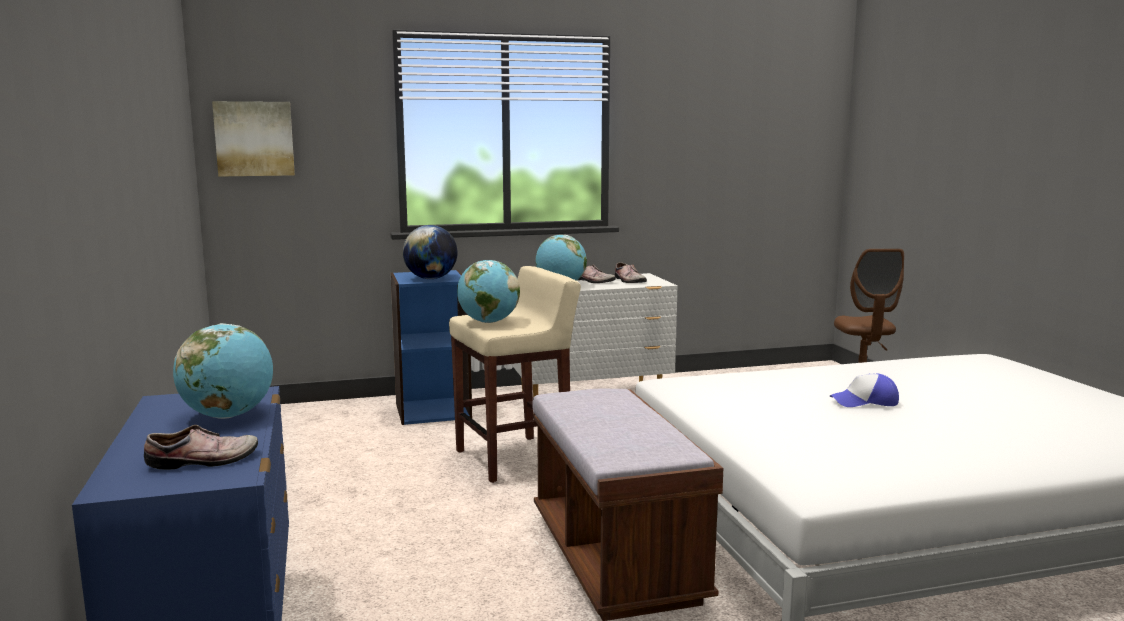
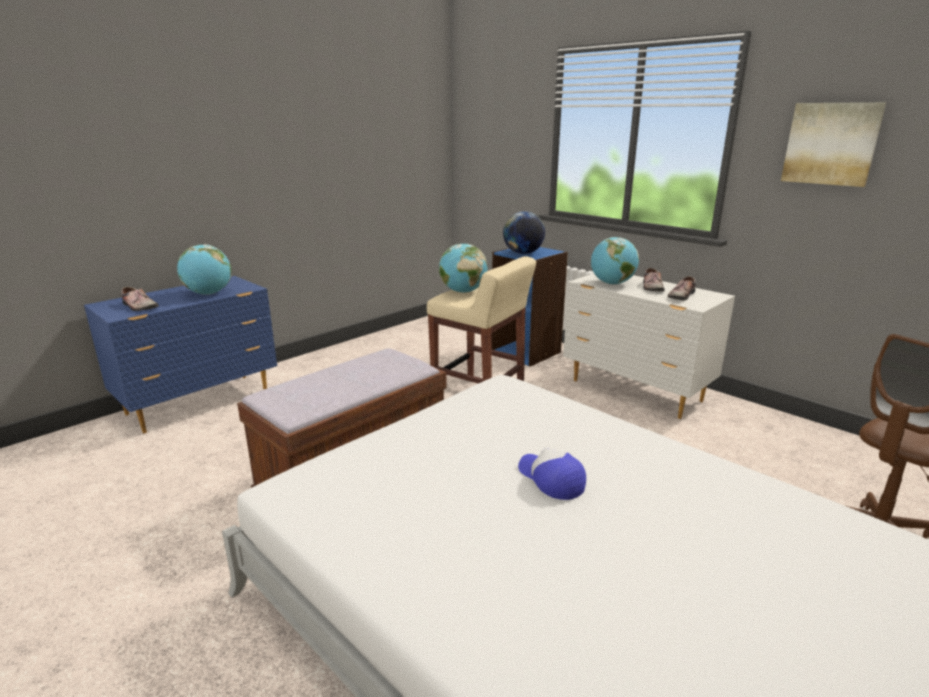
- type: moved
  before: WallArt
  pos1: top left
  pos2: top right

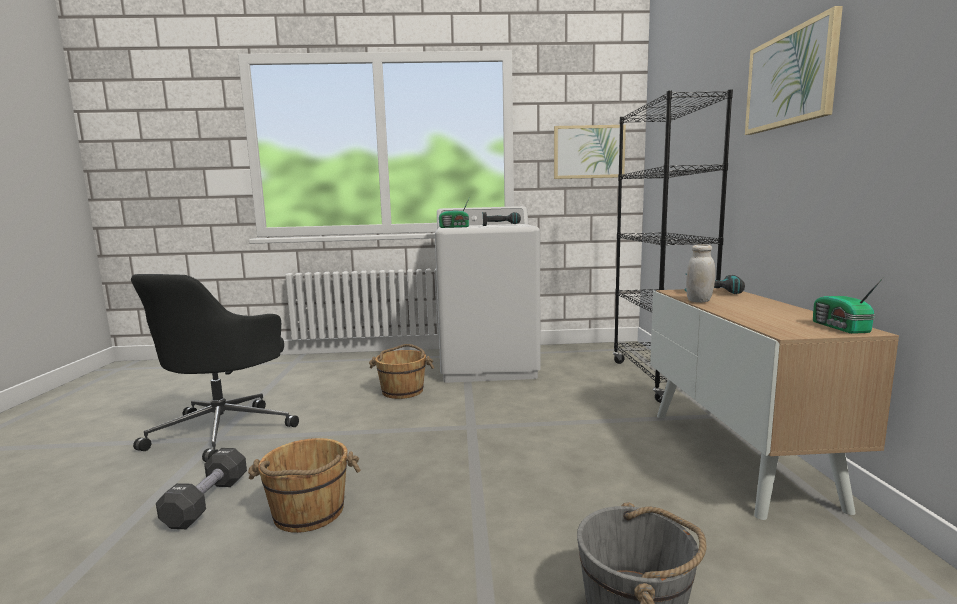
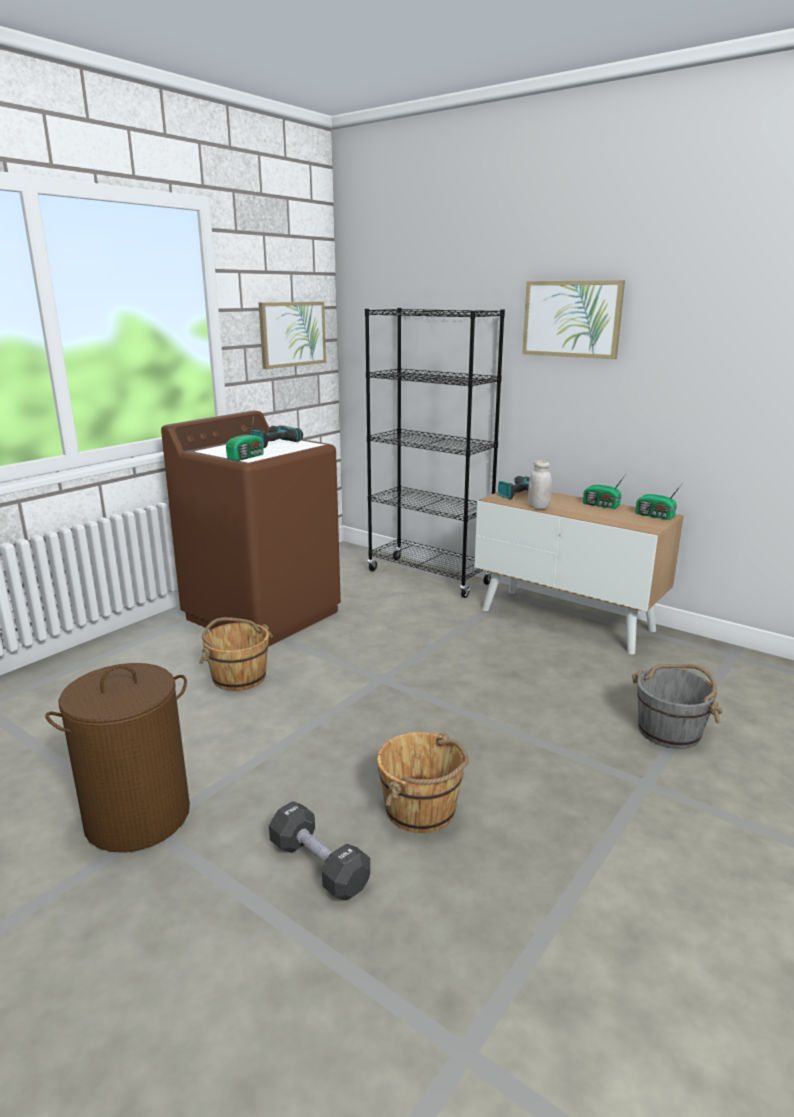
- type: recoloured
  before: WhiteLaundryAppliance
  after: BrownishLaundryAppliance
  pos1: centre
  pos2: middle left
- type: replaced
  before: BlackComputerChair
  after: BrownishWashingBasket
  pos1: middle left
  pos2: bottom left
- type: added
  after: RadioSet (2nd from left)
  pos2: middle right

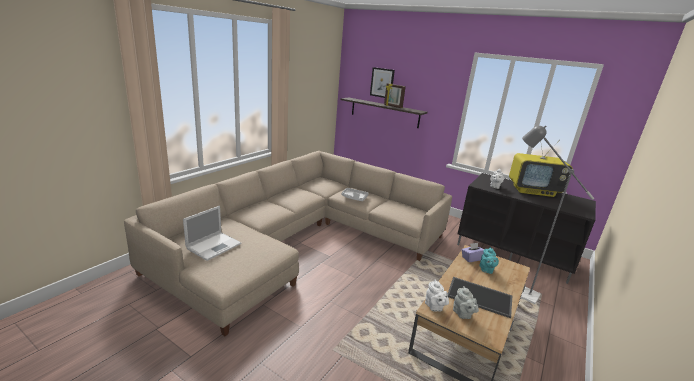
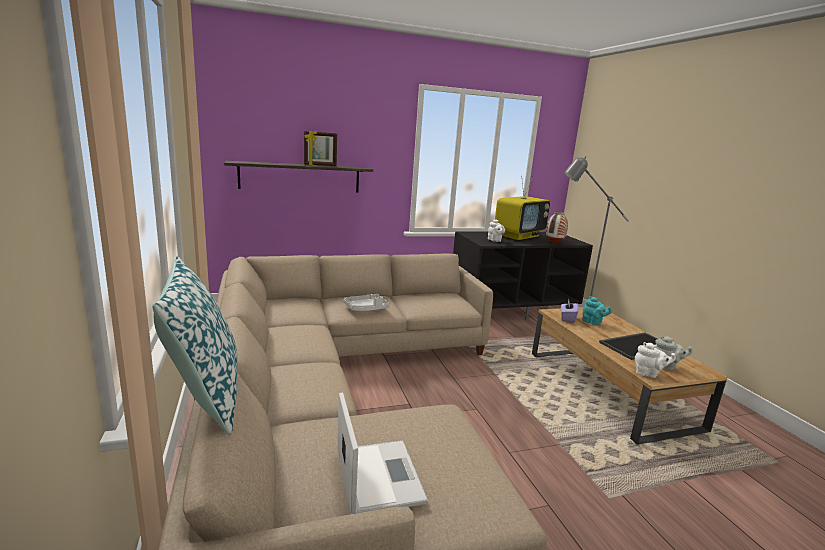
- type: removed
  before: WallArt
  pos1: top centre
- type: added
  after: Vase
  pos2: middle right
- type: added
  after: ThrowPillow
  pos2: middle left

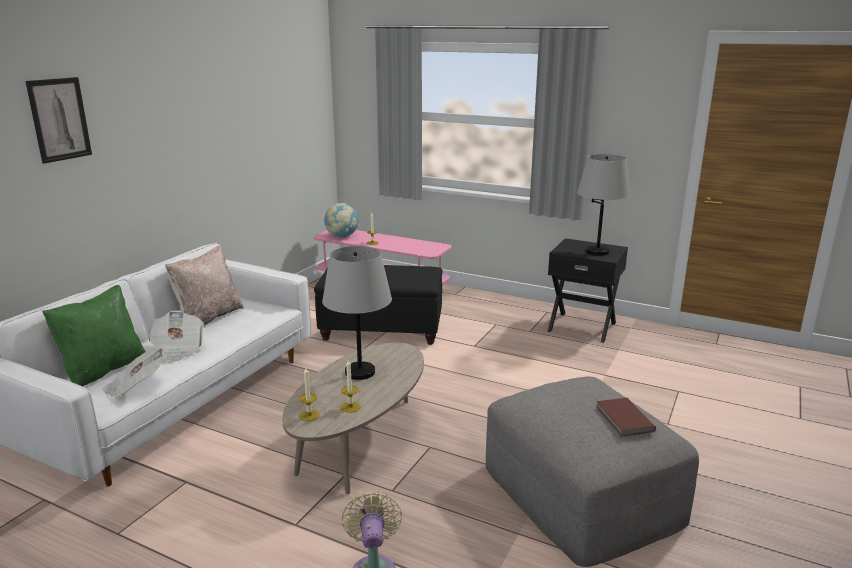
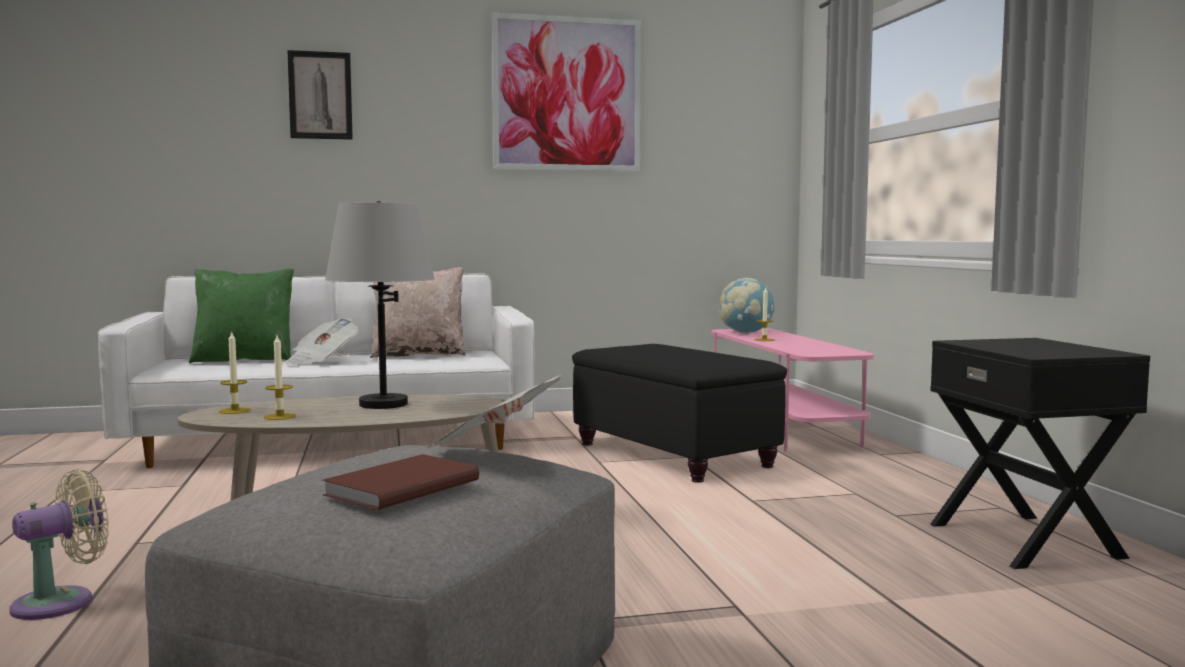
- type: removed
  before: GreyTableLamp (2nd from left)
  pos1: middle right
- type: moved
  before: DailyPaper (1st from left in the first image)
  after: DailyPaper (2nd from left)
  pos1: middle left
  pos2: centre
- type: added
  after: WallArt (2nd from left)
  pos2: top centre

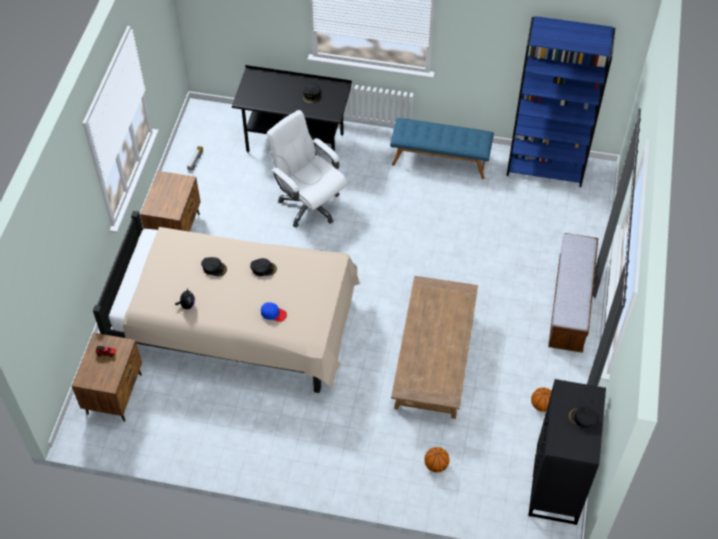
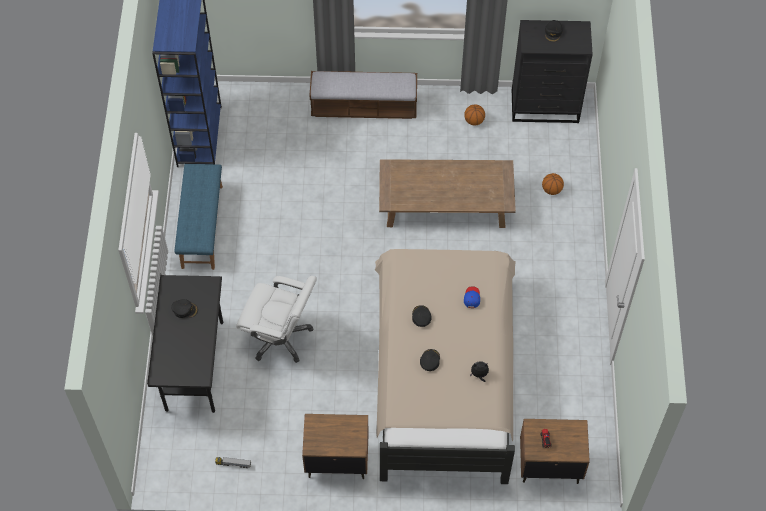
- type: turned
  before: WhiteComputerChair
  pos1: top centre
  pos2: centre
  turn: -105

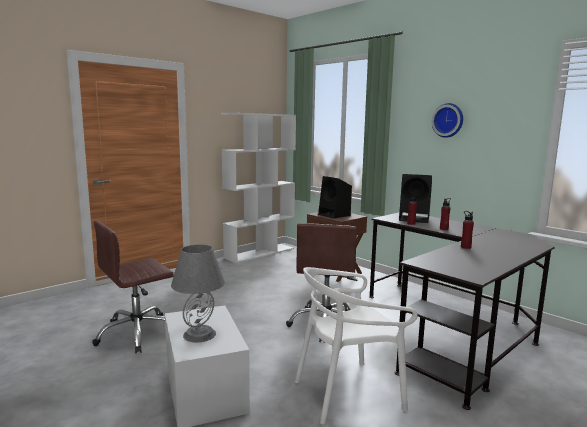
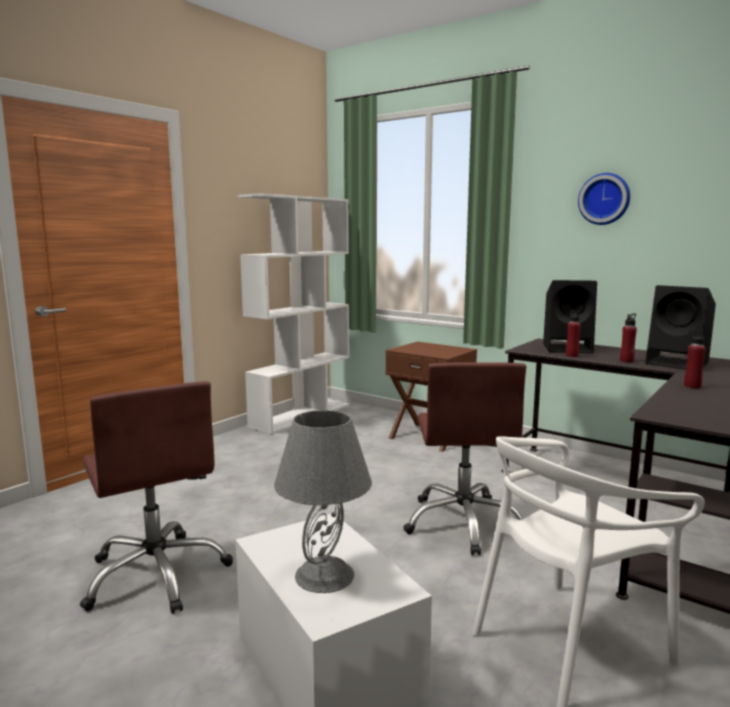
- type: moved
  before: BlackSpeaker (1st from left in the first image)
  after: BlackSpeaker (2nd from left)
  pos1: centre
  pos2: middle right
- type: turned
  before: BrownishComputerChair (1st from left)
  pos1: bottom left
  pos2: bottom left
  turn: -75

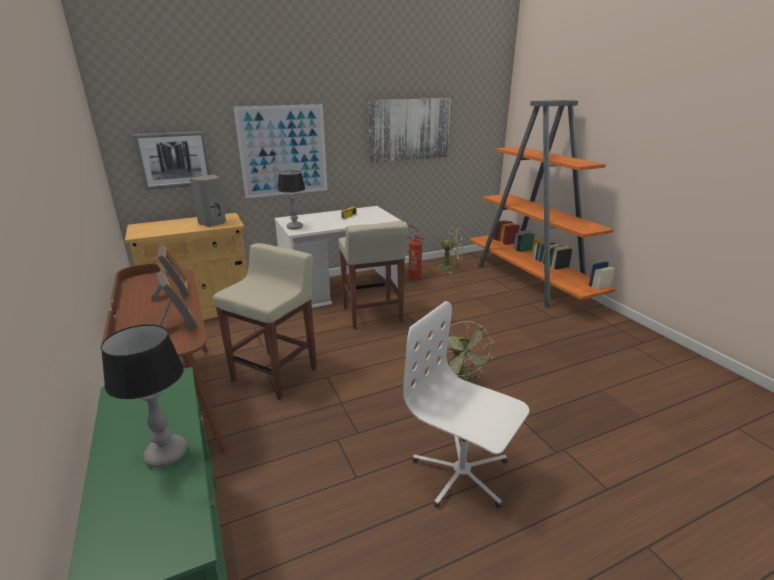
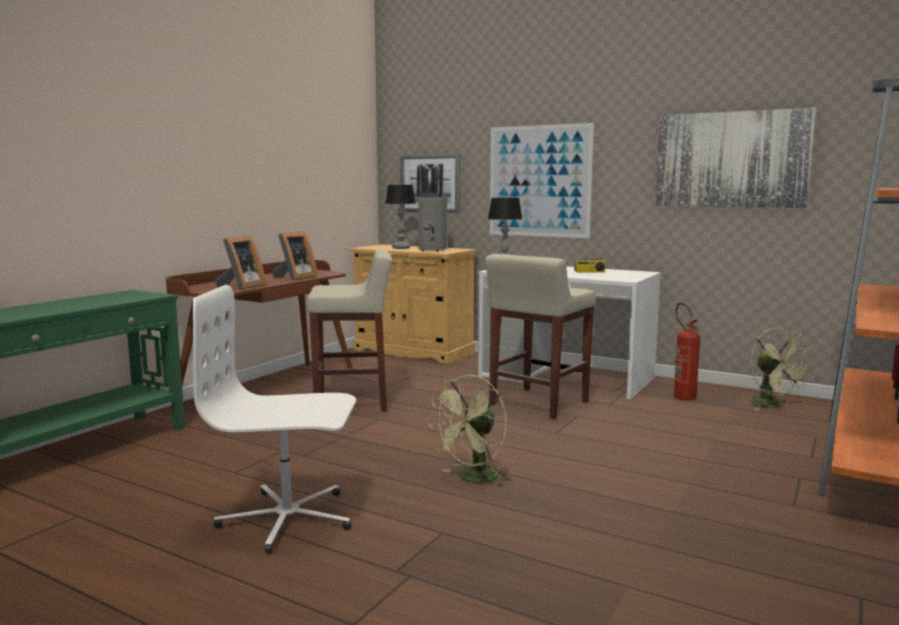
- type: turned
  before: WhiteComputerChair
  pos1: bottom centre
  pos2: bottom left
  turn: -90
- type: moved
  before: TableLamp (1st from left)
  pos1: bottom left
  pos2: centre

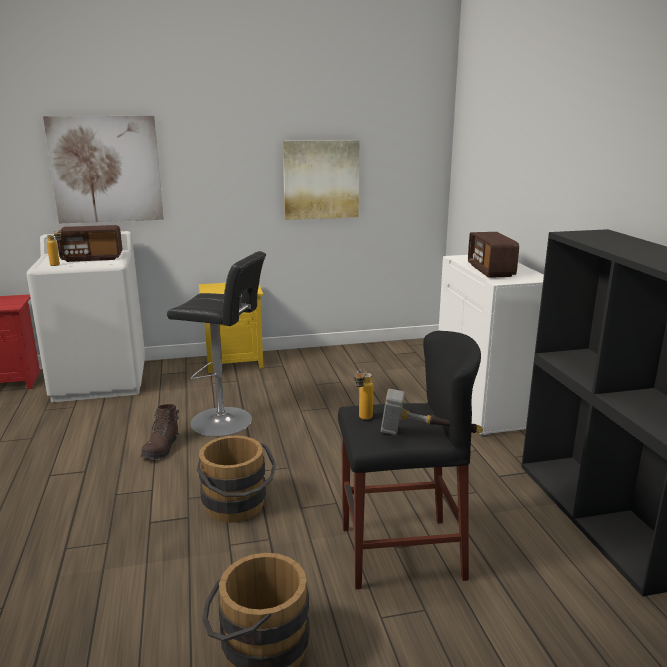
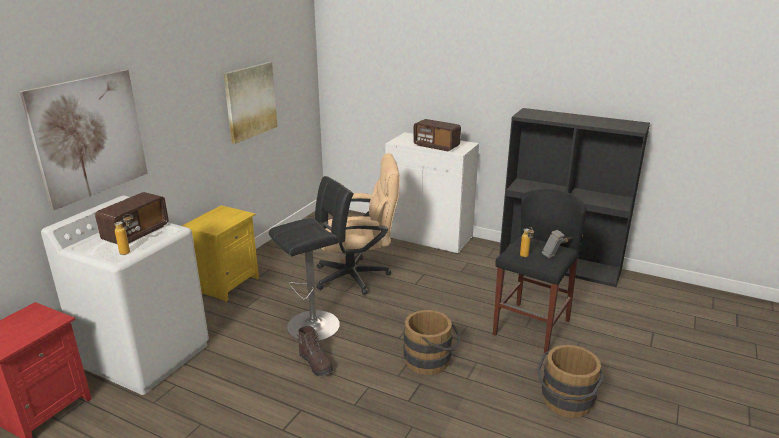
- type: added
  after: BeigeComputerChair
  pos2: centre

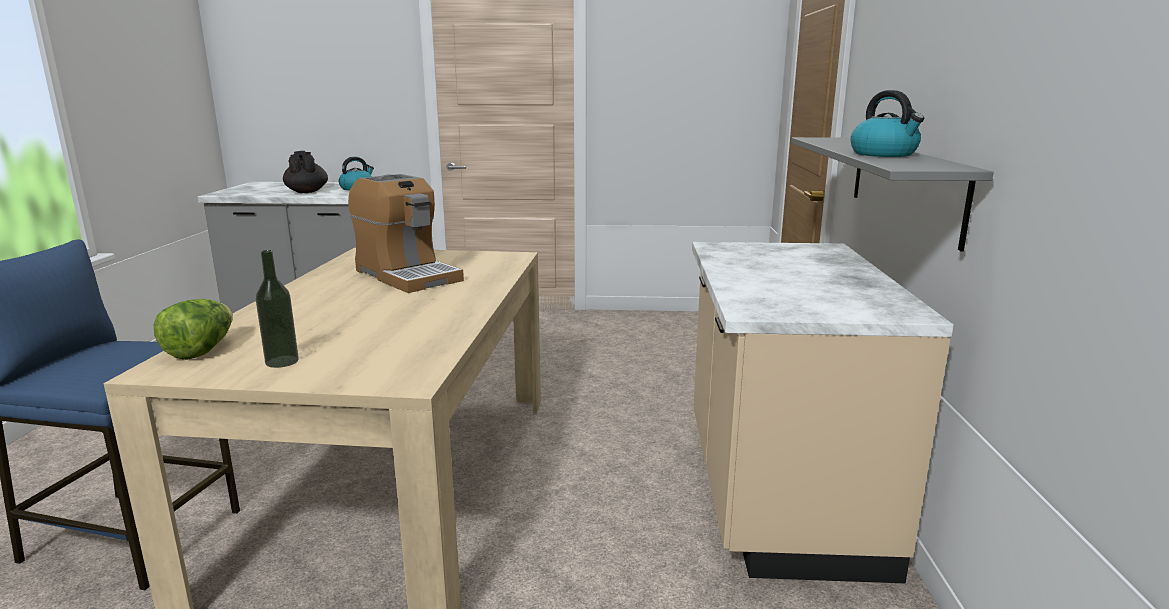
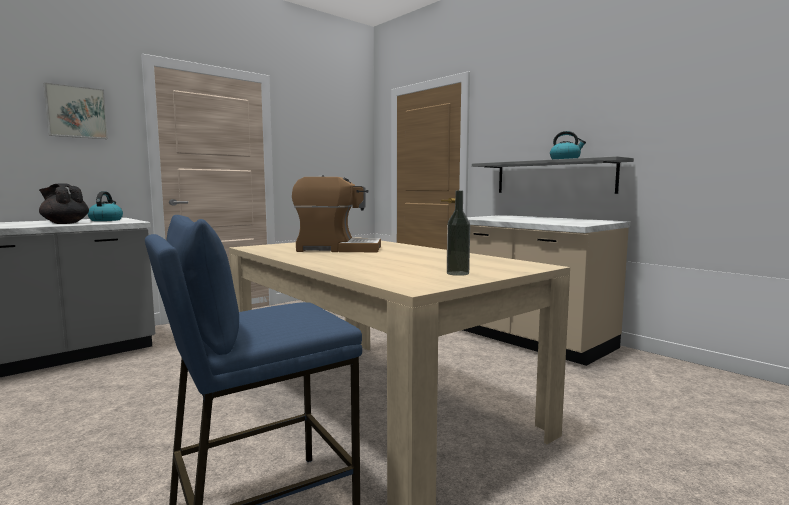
- type: removed
  before: Lettuce
  pos1: middle left
- type: added
  after: WallArt
  pos2: top left

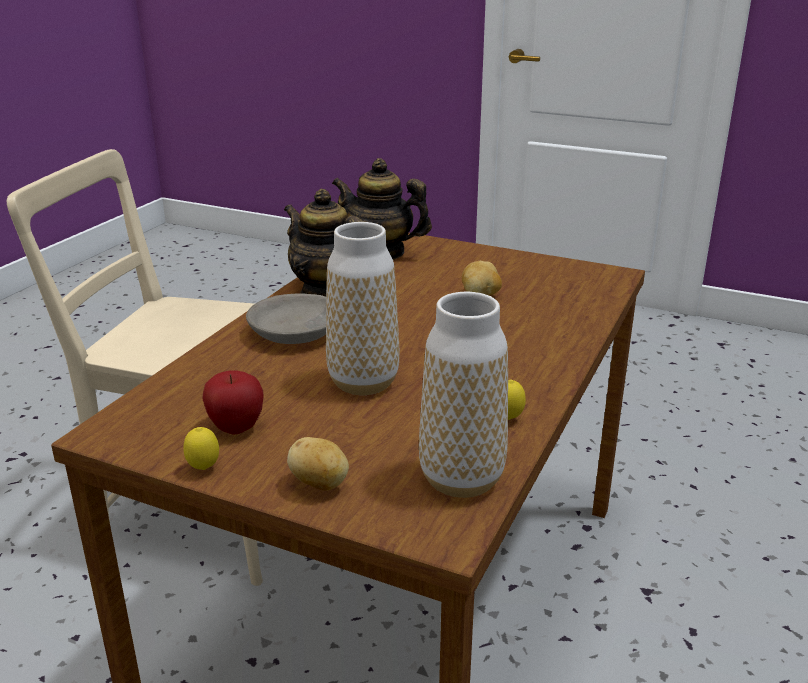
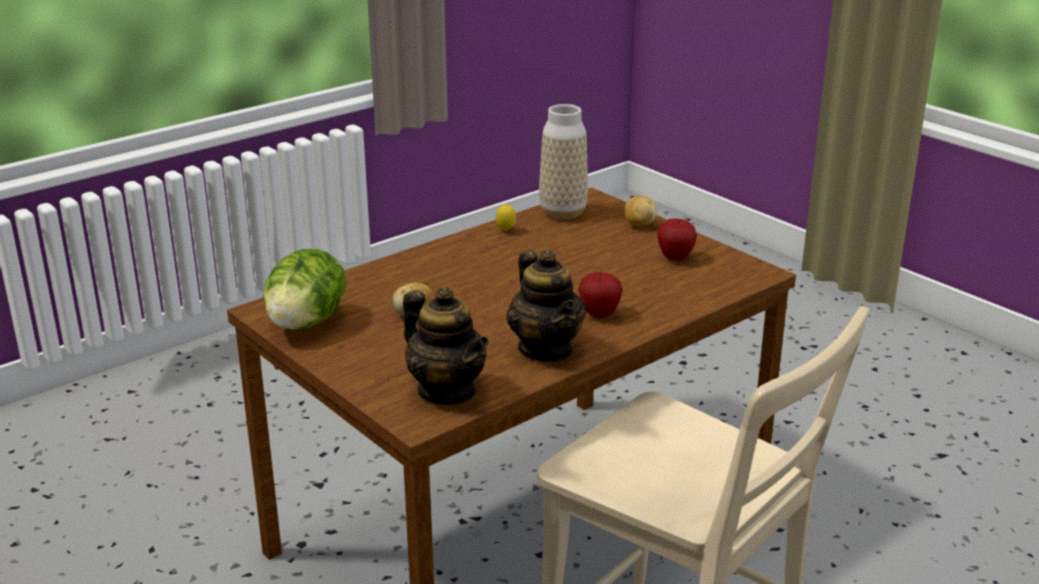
- type: removed
  before: Vase (1st from left)
  pos1: centre
- type: replaced
  before: GreyDeepDish
  after: WholeApple (1st from left)
  pos1: centre
  pos2: centre
- type: removed
  before: CitrusFruit (1st from left)
  pos1: middle left
- type: added
  after: Lettuce
  pos2: middle left

